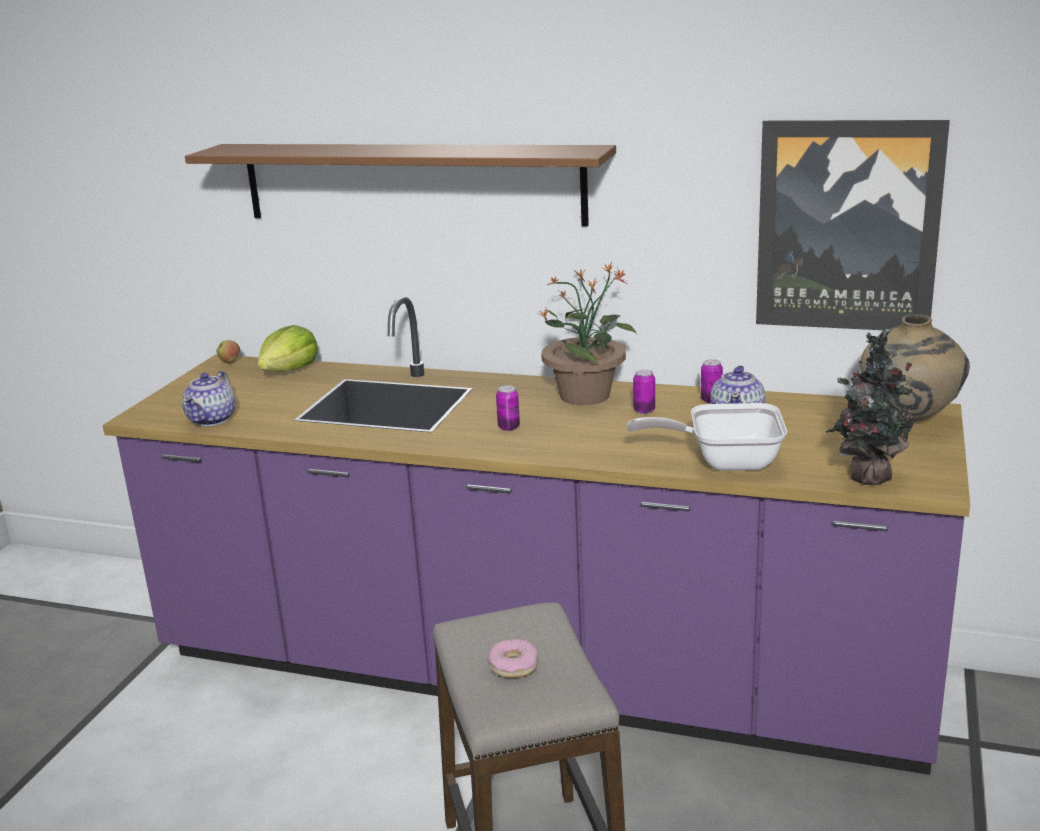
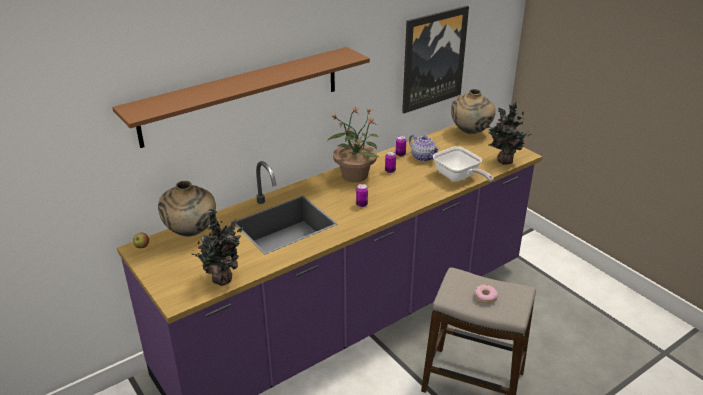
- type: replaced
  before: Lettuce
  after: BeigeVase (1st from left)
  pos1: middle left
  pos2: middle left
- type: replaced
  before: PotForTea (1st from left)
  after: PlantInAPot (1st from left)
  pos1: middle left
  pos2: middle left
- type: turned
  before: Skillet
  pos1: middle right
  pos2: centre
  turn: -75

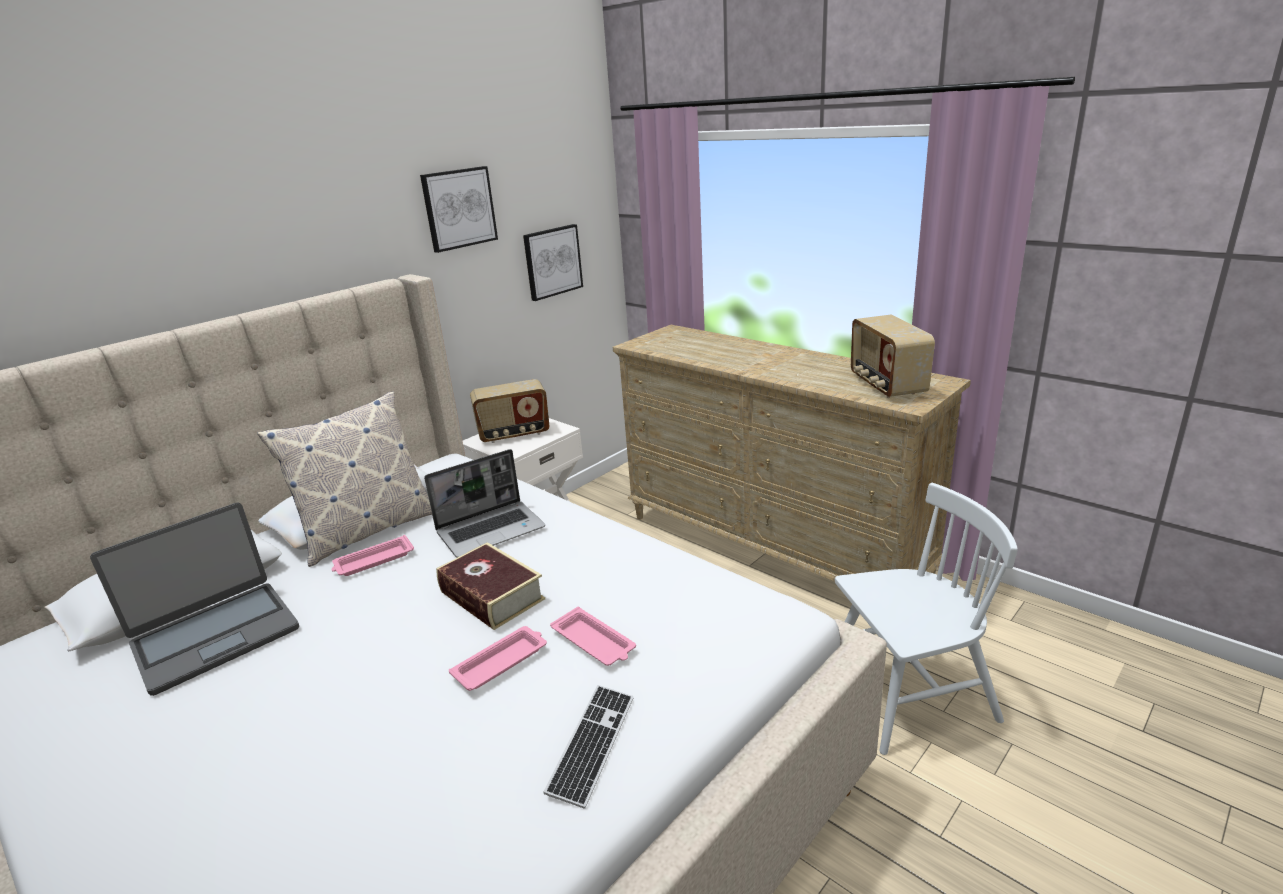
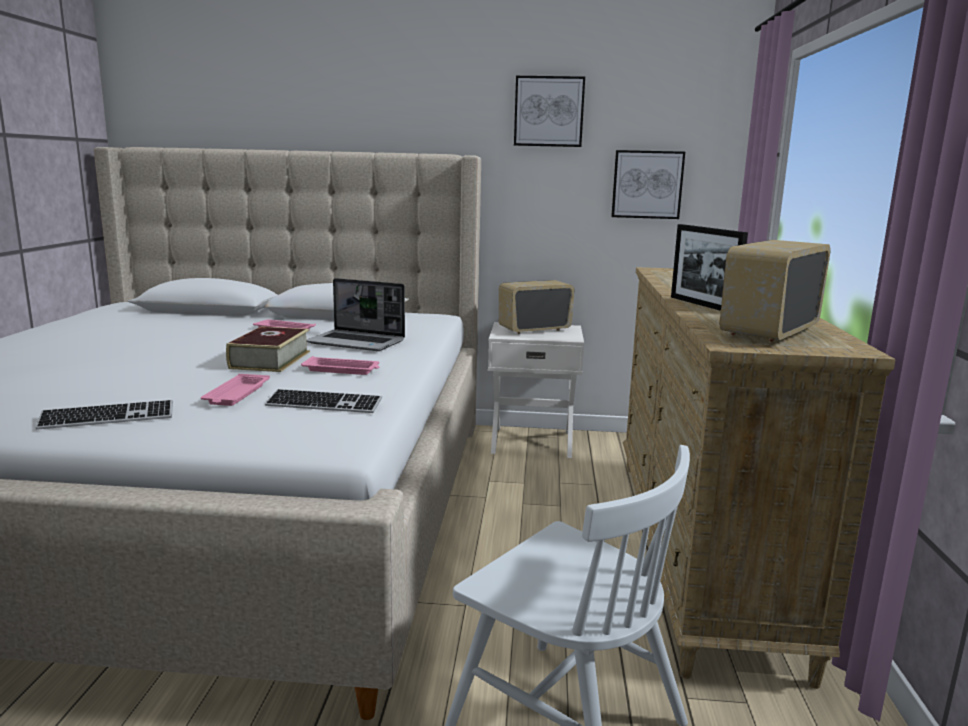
- type: turned
  before: RadioSet (1st from left)
  pos1: centre
  pos2: centre
  turn: 120
- type: removed
  before: ThrowPillow
  pos1: middle left
- type: removed
  before: PortableComputer (1st from left)
  pos1: bottom left
- type: moved
  before: PinkishCarryingTray (2nd from left in the first image)
  after: PinkishCarryingTray (3rd from left)
  pos1: bottom centre
  pos2: centre
- type: added
  after: PhotoFrame
  pos2: middle right
- type: added
  after: ComputerKeyboard (2nd from left)
  pos2: centre

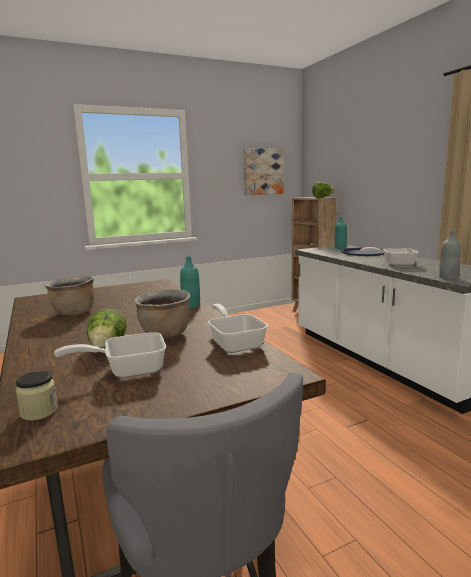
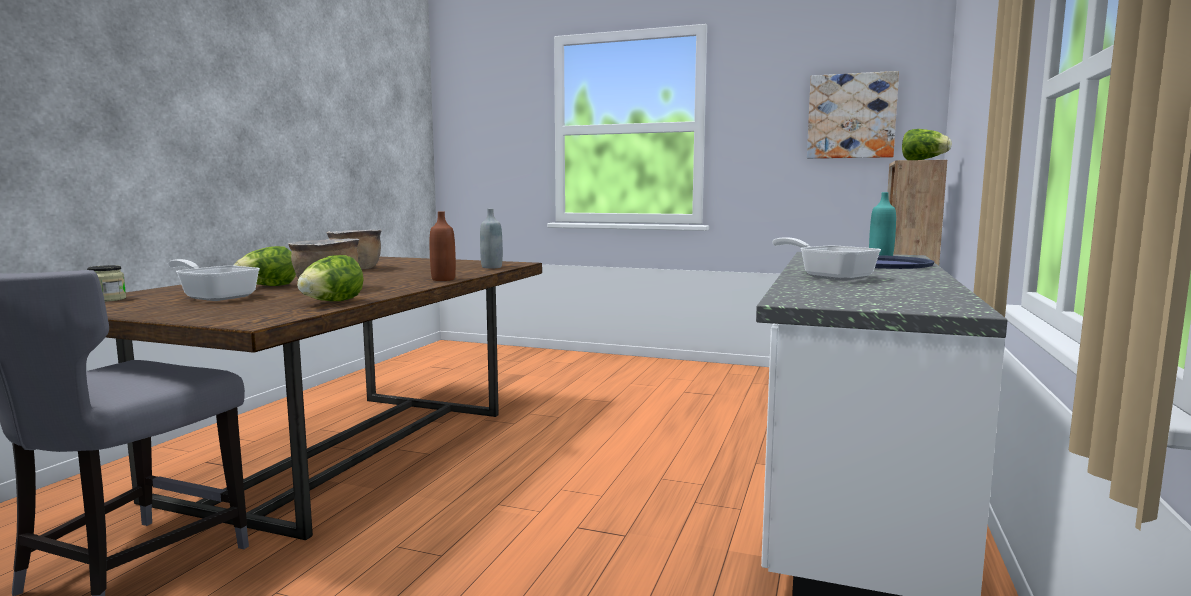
- type: moved
  before: GreyDrinkBottle
  pos1: middle right
  pos2: centre
- type: recoloured
  before: BlueGreenDrinkBottle (1st from left)
  after: BrownishDrinkBottle
  pos1: centre
  pos2: centre
- type: replaced
  before: Skillet (2nd from left)
  after: Lettuce (2nd from left)
  pos1: centre
  pos2: middle left

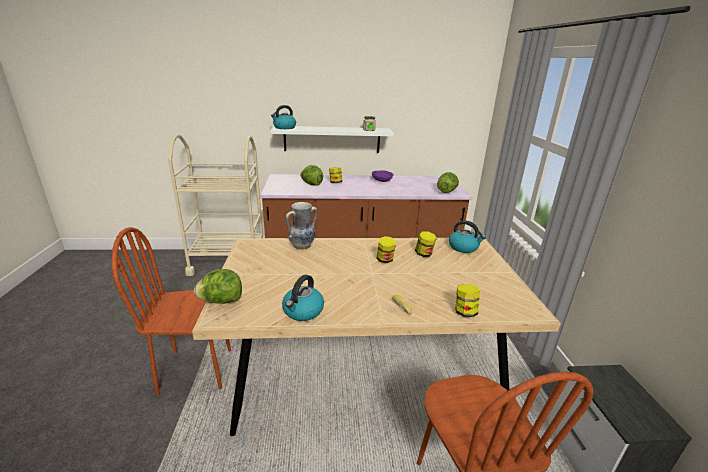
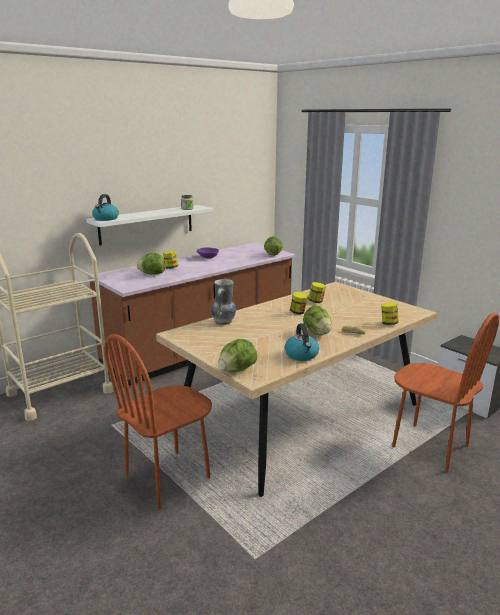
- type: removed
  before: TeaKettle (3rd from left)
  pos1: centre
- type: added
  after: Lettuce (4th from left)
  pos2: centre

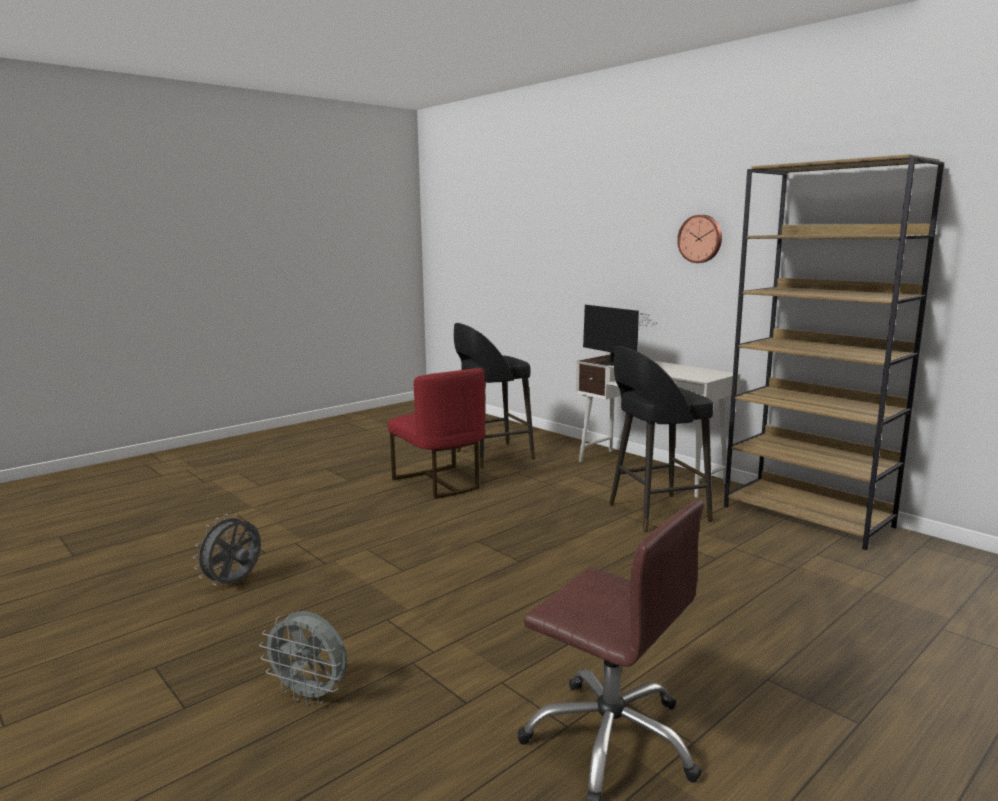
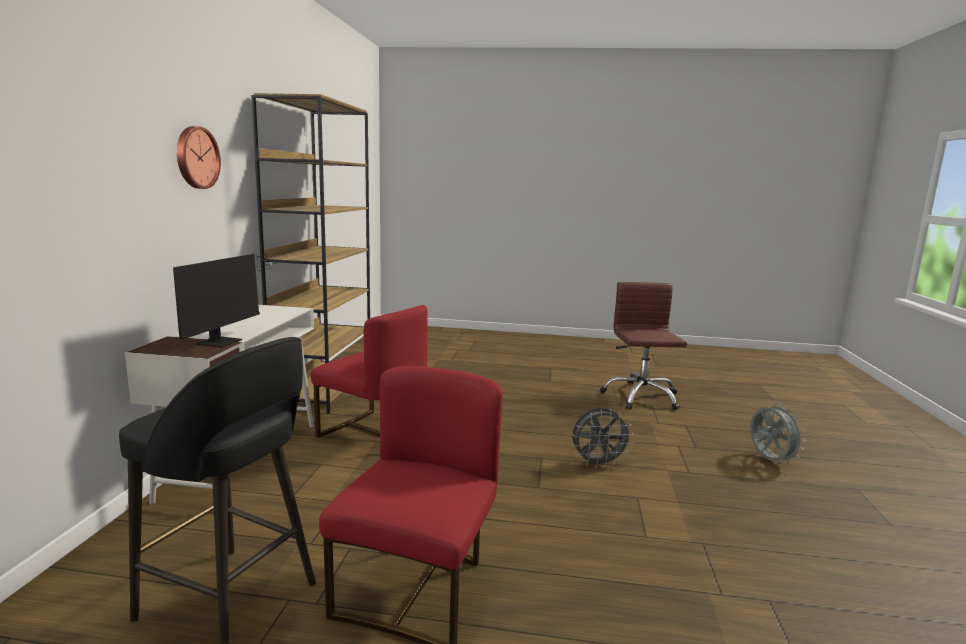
- type: replaced
  before: BlackSittingStool (2nd from left)
  after: RedColouredPlainChair (1st from left)
  pos1: centre
  pos2: centre
- type: moved
  before: GreyFan (1st from left)
  pos1: bottom left
  pos2: bottom centre

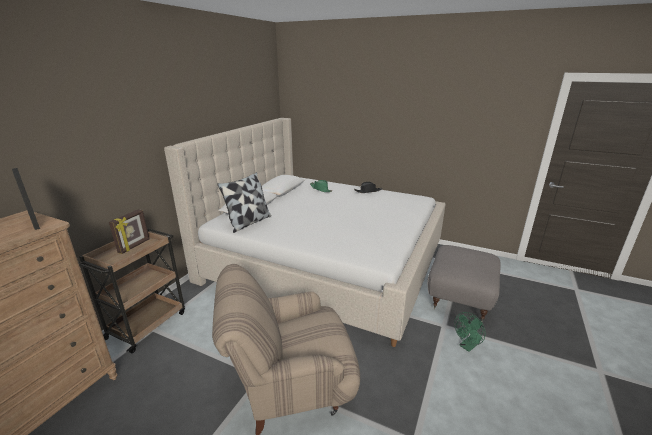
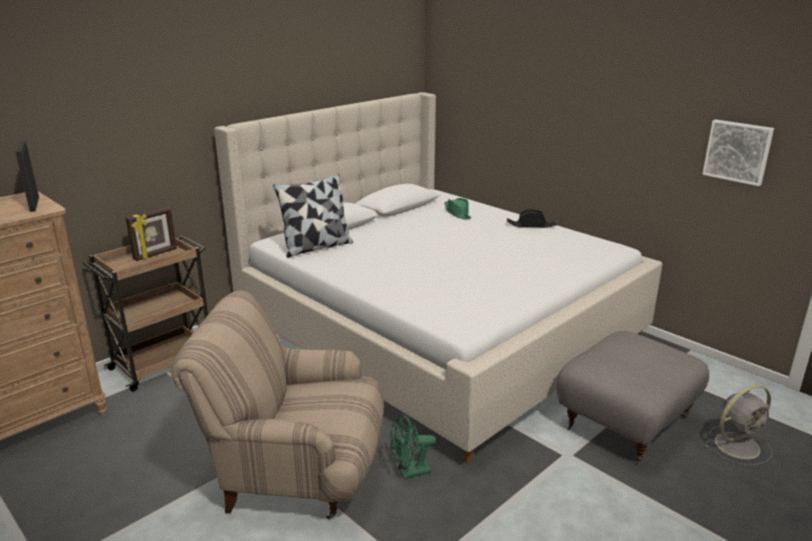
- type: moved
  before: GreenFan
  pos1: bottom right
  pos2: bottom centre
- type: added
  after: WallArt
  pos2: top right
- type: added
  after: GreyFan
  pos2: bottom right

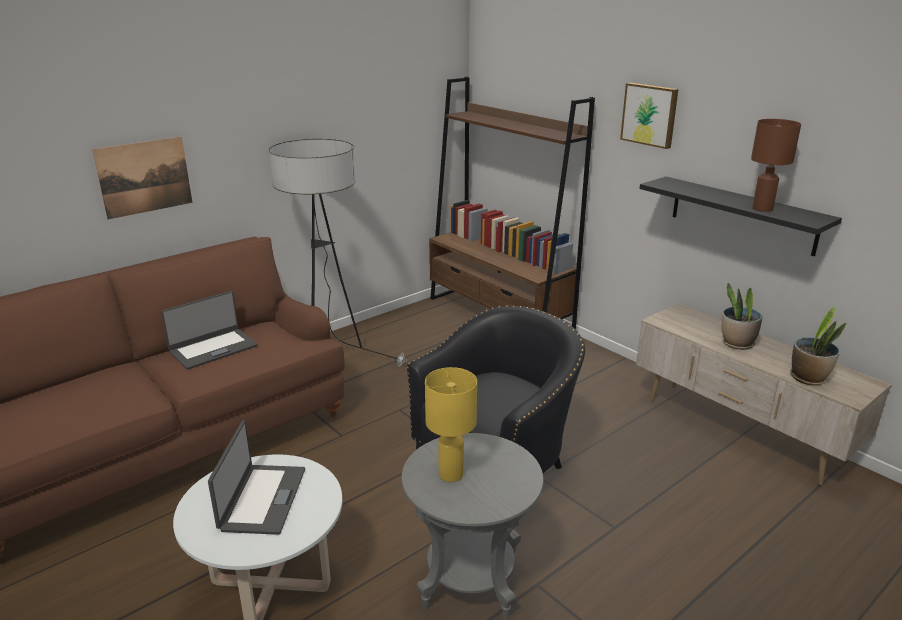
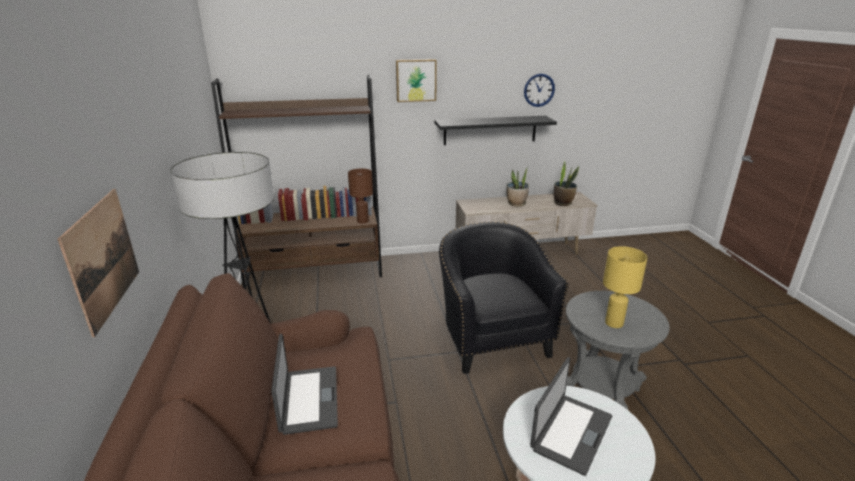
- type: moved
  before: BrownishTableLamp
  pos1: top right
  pos2: centre
- type: turned
  before: PortableComputer (2nd from left)
  pos1: bottom left
  pos2: bottom right
  turn: 90
- type: added
  after: ClockOnTheWall
  pos2: top centre

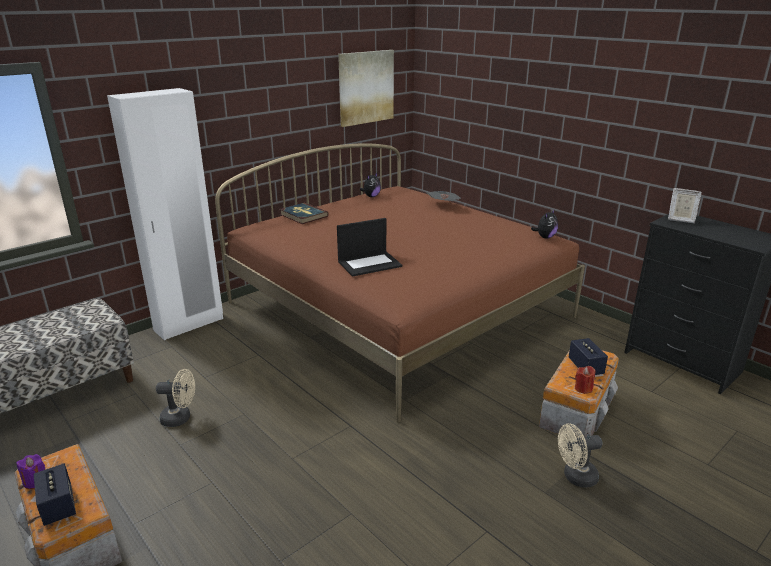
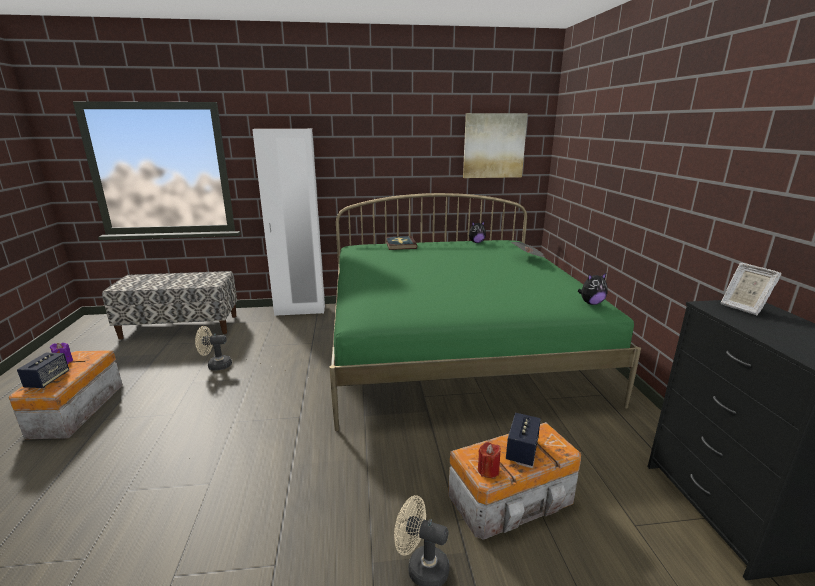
- type: recoloured
  before: BrownishBed
  after: GreenBed
  pos1: centre
  pos2: centre
- type: removed
  before: PortableComputer
  pos1: centre
- type: turned
  before: BeigeFan (1st from left)
  pos1: bottom left
  pos2: middle left
  turn: 135

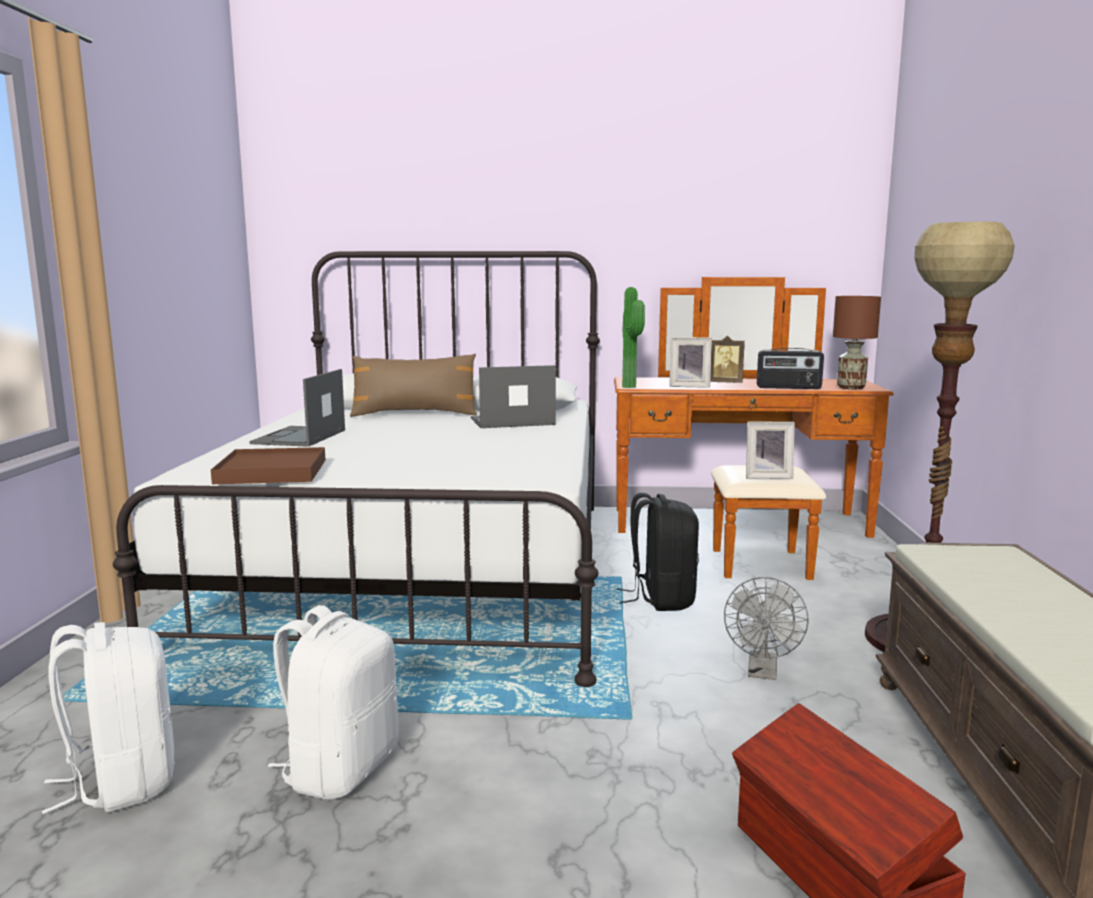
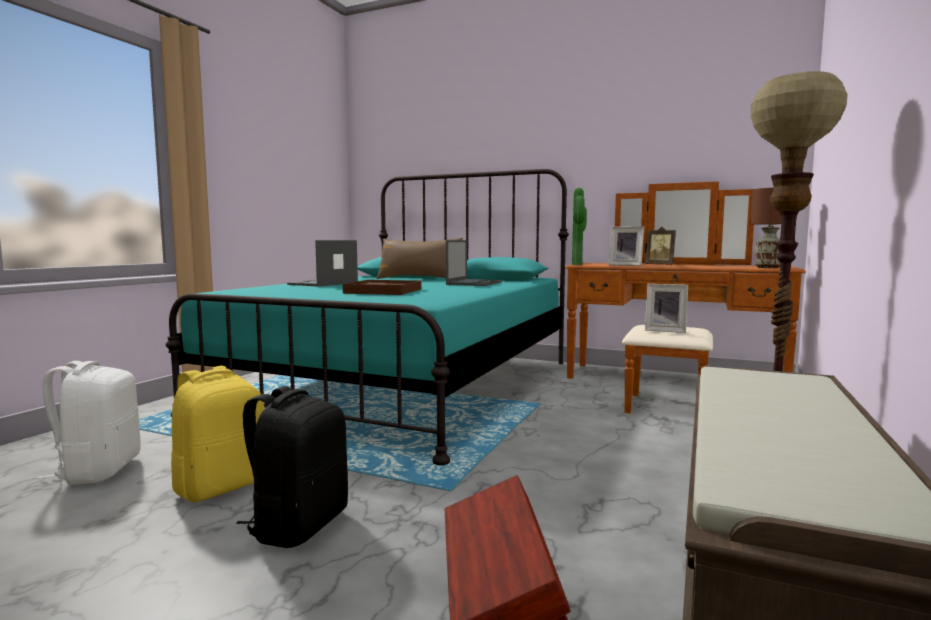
- type: recoloured
  before: WhiteBed
  after: BlueGreenBed
  pos1: middle left
  pos2: centre
- type: removed
  before: RadioSet
  pos1: middle right
- type: turned
  before: PortableComputer (2nd from left)
  pos1: centre
  pos2: centre
  turn: 105
- type: moved
  before: BrownishCarryingTray
  pos1: middle left
  pos2: centre
- type: moved
  before: BlackKnapsack
  pos1: centre
  pos2: bottom left
- type: removed
  before: GreyFan
  pos1: bottom right
- type: recoloured
  before: WhiteKnapsack (2nd from left)
  after: YellowKnapsack
  pos1: bottom left
  pos2: bottom left

